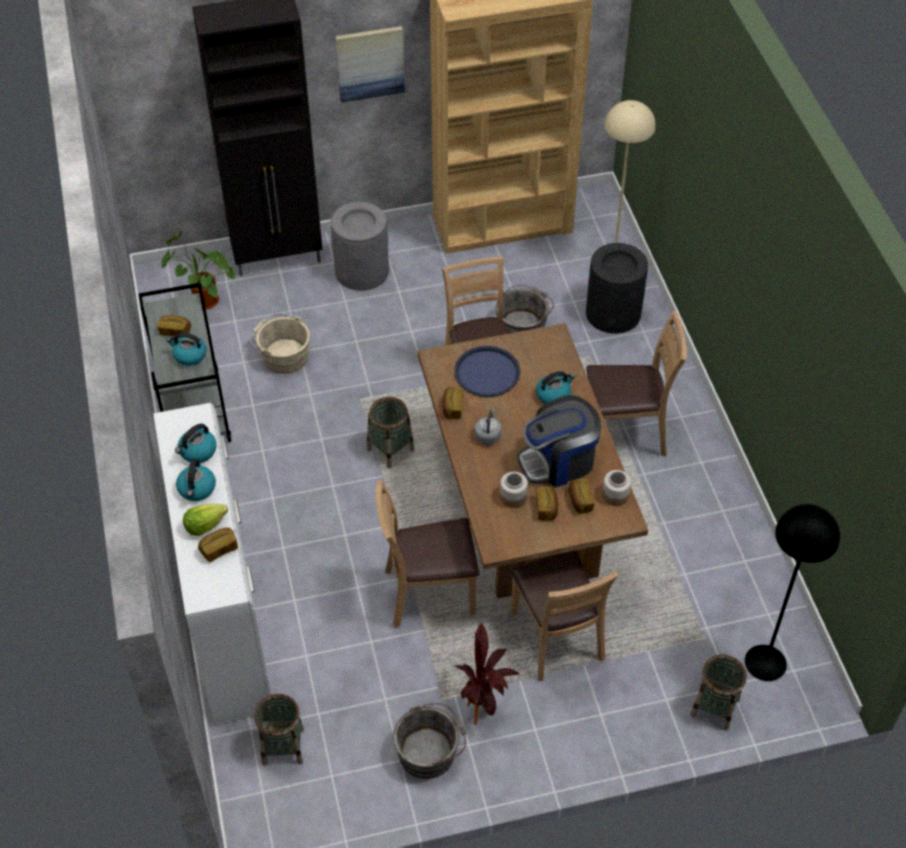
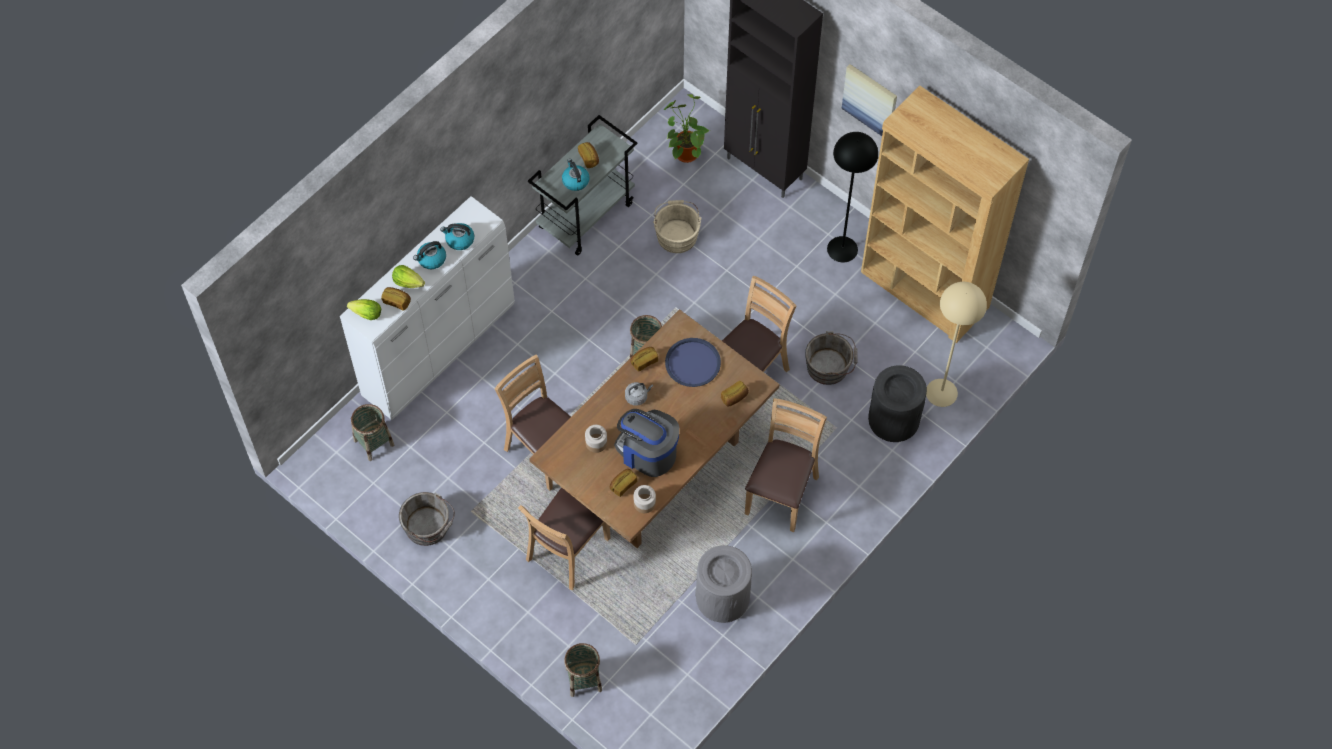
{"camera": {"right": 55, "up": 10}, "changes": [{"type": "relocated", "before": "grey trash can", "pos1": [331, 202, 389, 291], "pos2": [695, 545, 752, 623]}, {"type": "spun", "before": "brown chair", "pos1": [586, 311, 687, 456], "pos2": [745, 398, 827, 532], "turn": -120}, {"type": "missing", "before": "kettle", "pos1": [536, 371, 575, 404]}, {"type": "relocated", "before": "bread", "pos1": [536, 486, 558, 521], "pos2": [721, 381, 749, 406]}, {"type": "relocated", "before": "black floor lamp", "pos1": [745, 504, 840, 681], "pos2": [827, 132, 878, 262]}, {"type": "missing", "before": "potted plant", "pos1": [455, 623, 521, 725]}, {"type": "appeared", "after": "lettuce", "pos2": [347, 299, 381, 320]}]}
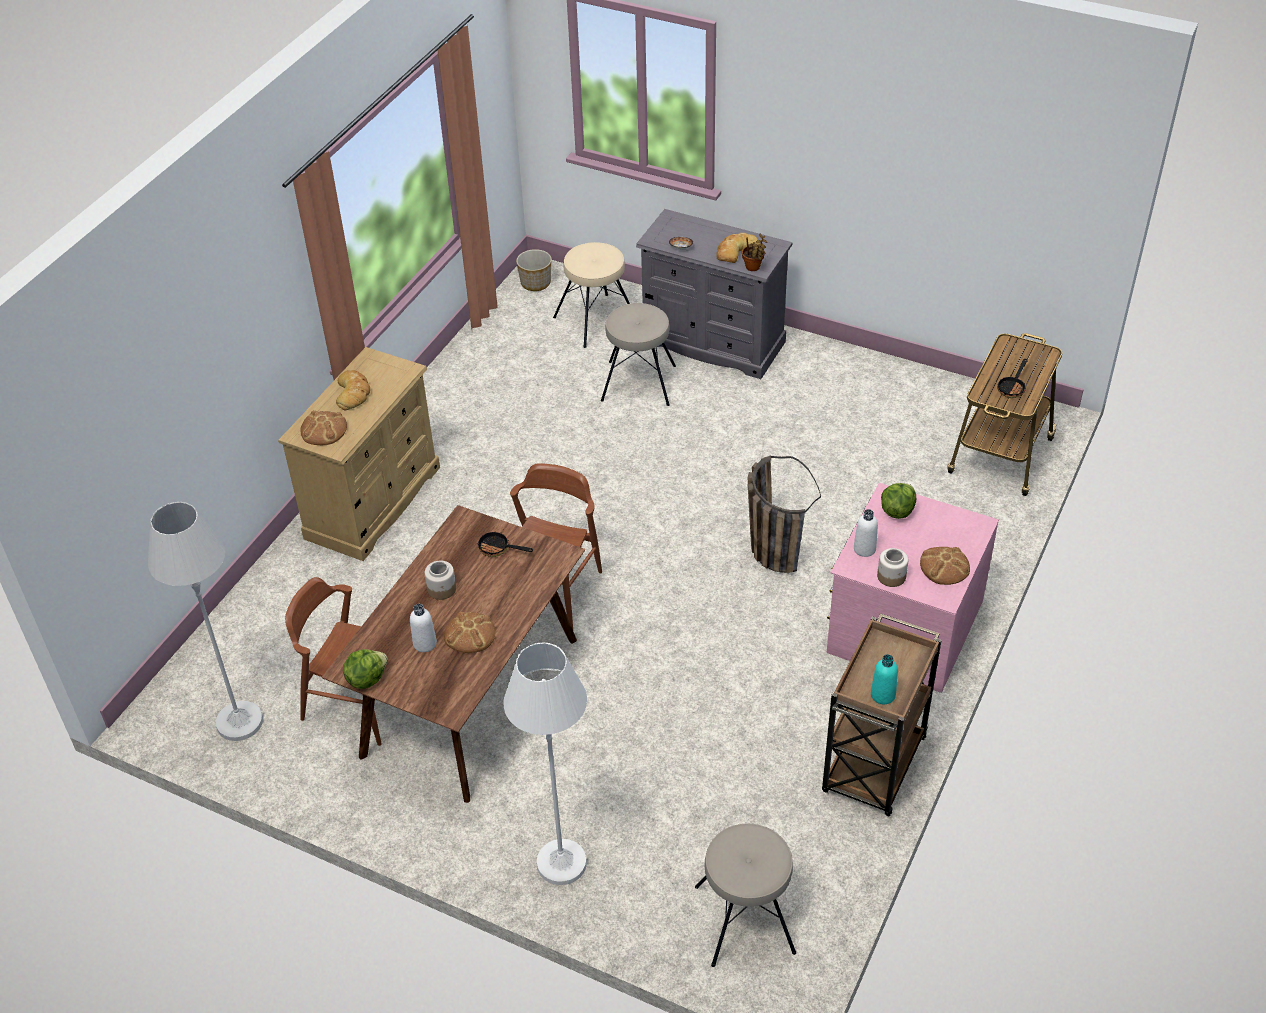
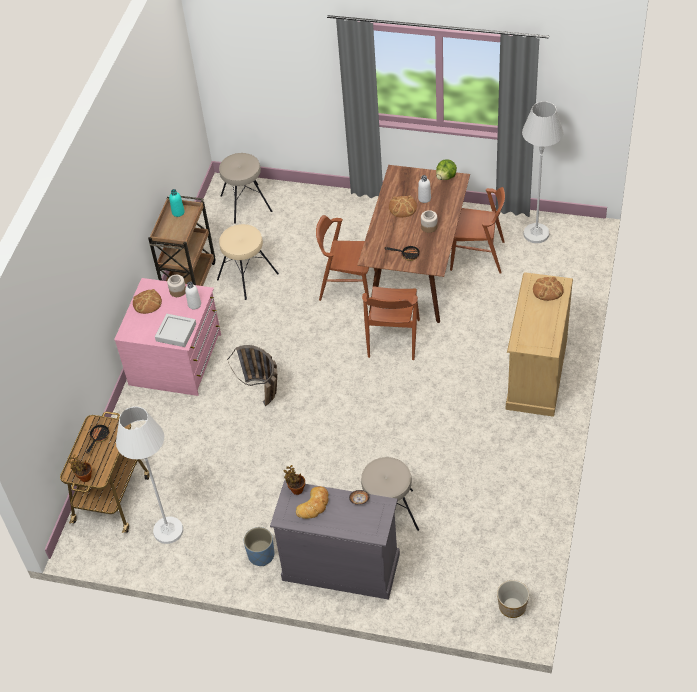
{"camera": {"right": 170, "up": 5}, "changes": [{"type": "relocated", "before": "beige stool", "pos1": [553, 242, 630, 348], "pos2": [217, 224, 279, 300]}, {"type": "missing", "before": "bread", "pos1": [336, 370, 370, 410]}, {"type": "exchanged", "before": "lettuce", "after": "grey tray", "pos1": [881, 483, 916, 519], "pos2": [155, 314, 196, 347]}, {"type": "relocated", "before": "white floor lamp", "pos1": [503, 642, 587, 885], "pos2": [116, 406, 183, 544]}, {"type": "appeared", "after": "brown chair", "pos2": [316, 215, 375, 306]}, {"type": "appeared", "after": "potted plant", "pos2": [68, 454, 92, 482]}, {"type": "appeared", "after": "blue planter", "pos2": [244, 527, 275, 566]}]}
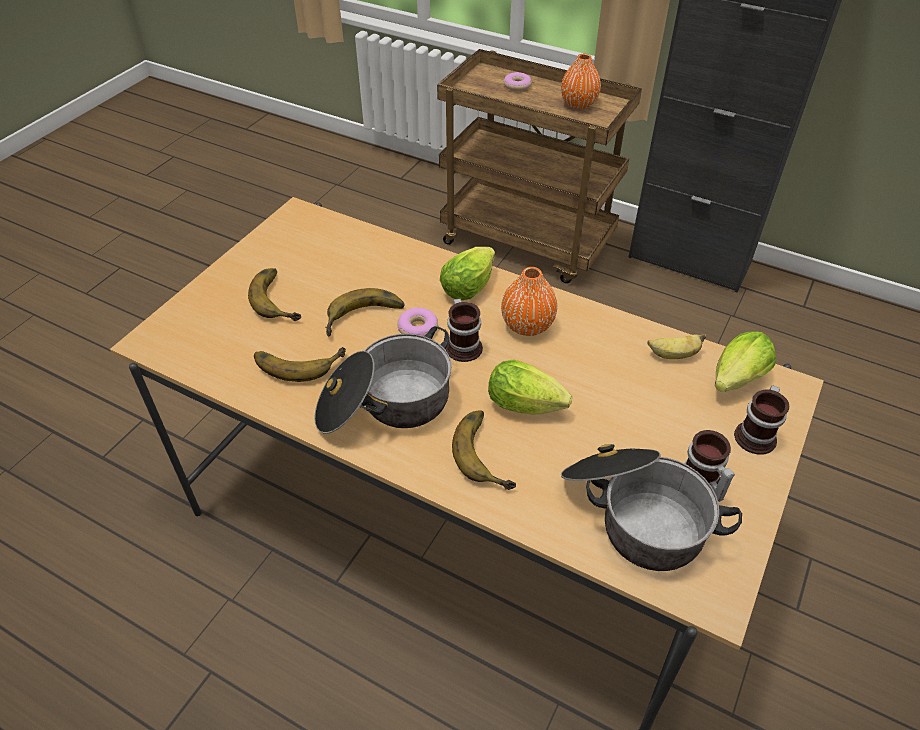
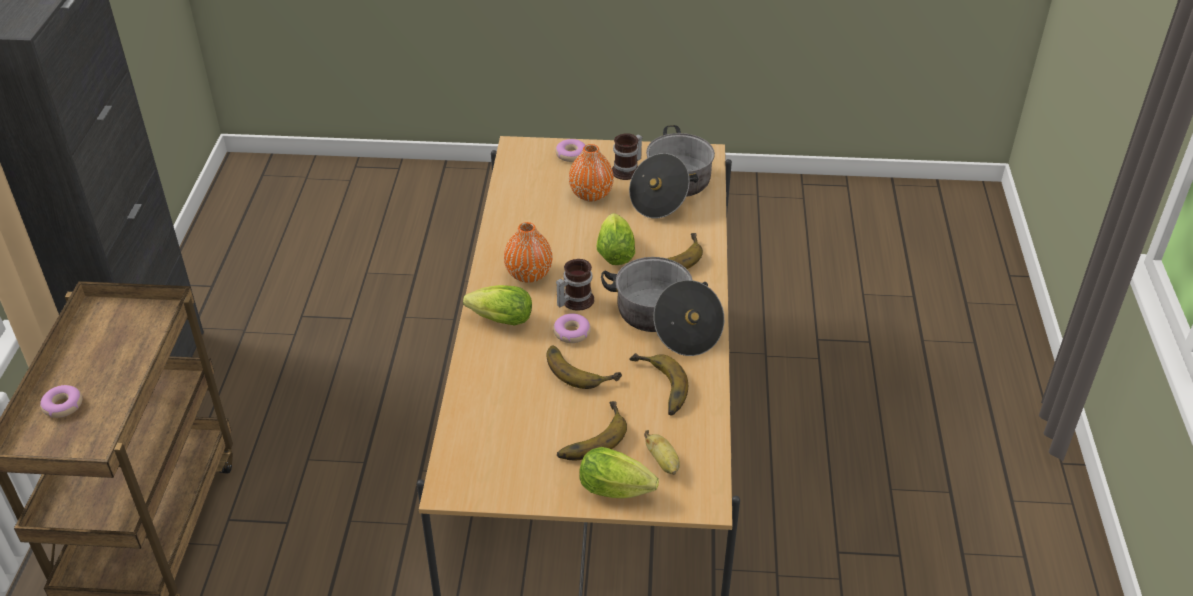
{"camera": {"right": -115, "up": -5}, "changes": [{"type": "relocated", "before": "orange vase", "pos1": [561, 54, 601, 109], "pos2": [569, 144, 614, 202]}, {"type": "relocated", "before": "lettuce", "pos1": [715, 331, 776, 392], "pos2": [579, 447, 659, 498]}, {"type": "relocated", "before": "banana", "pos1": [647, 334, 706, 359], "pos2": [644, 430, 680, 475]}, {"type": "exchanged", "before": "mug", "after": "donut", "pos1": [734, 385, 789, 455], "pos2": [556, 139, 586, 162]}]}
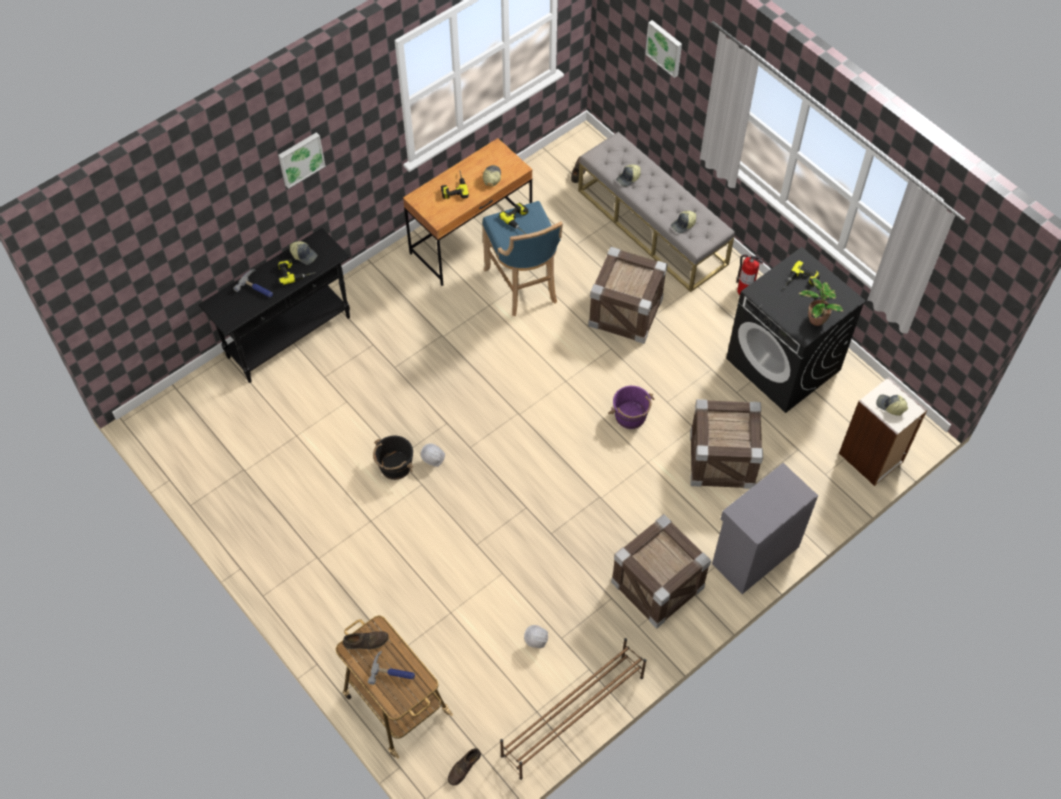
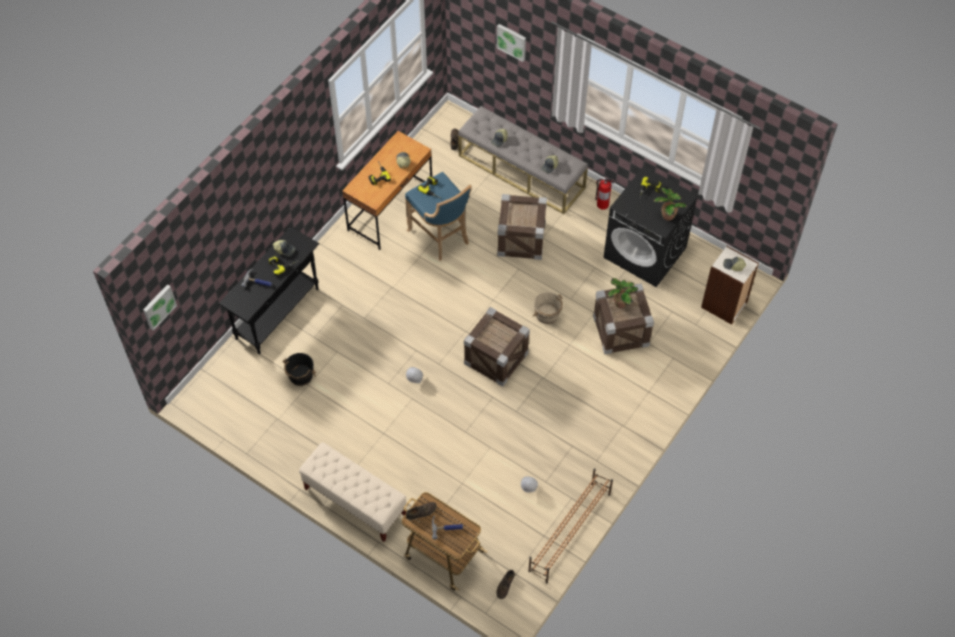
{"camera": {"right": -15, "up": 0}, "changes": [{"type": "relocated", "before": "picture", "pos1": [278, 132, 325, 189], "pos2": [143, 284, 177, 331]}, {"type": "colour", "before": "purple bucket", "after": "beige bucket", "pos1": [608, 386, 654, 429], "pos2": [533, 292, 563, 324]}, {"type": "relocated", "before": "black bucket", "pos1": [373, 436, 414, 480], "pos2": [282, 353, 316, 386]}, {"type": "missing", "before": "grey cabinet", "pos1": [712, 463, 818, 594]}, {"type": "relocated", "before": "crate", "pos1": [611, 514, 711, 629], "pos2": [464, 307, 530, 387]}, {"type": "appeared", "after": "potted plant", "pos2": [607, 278, 638, 308]}, {"type": "appeared", "after": "beige bench", "pos2": [299, 442, 407, 542]}]}
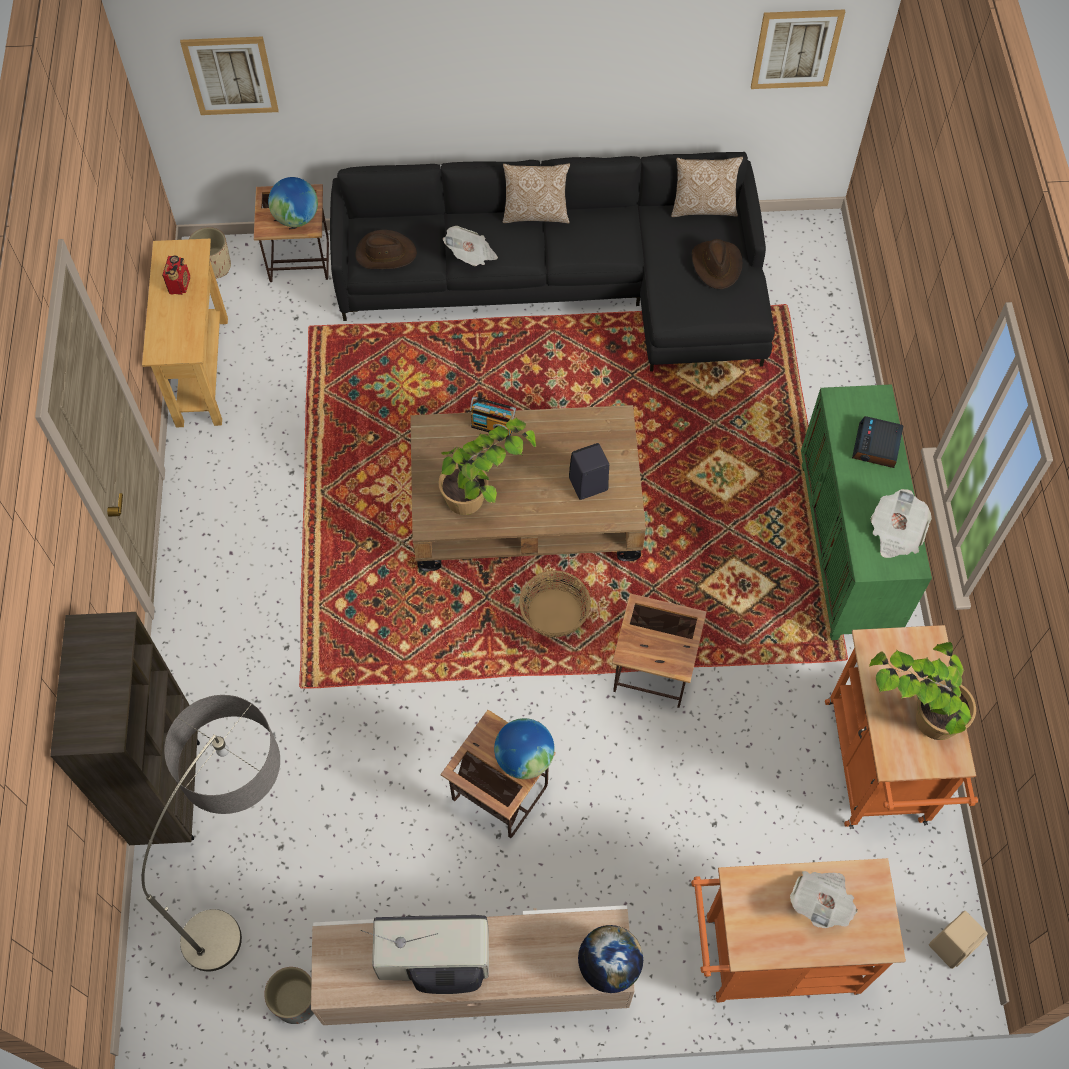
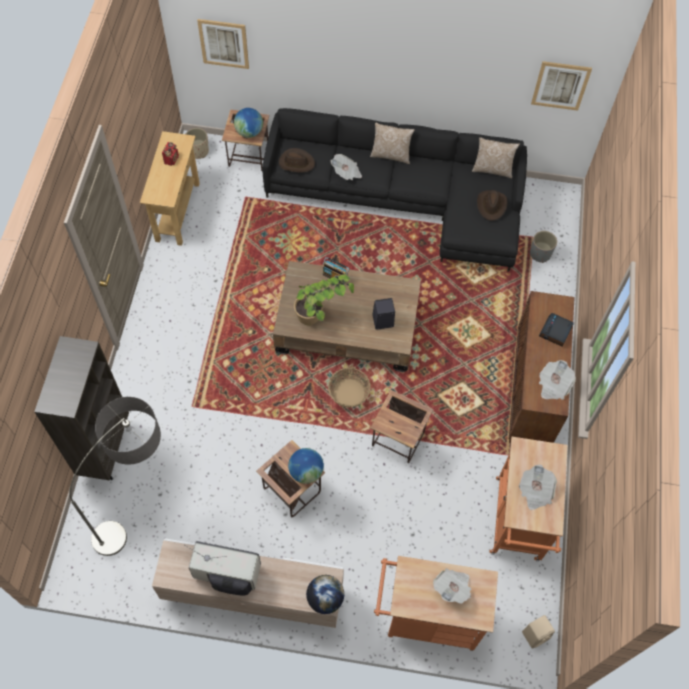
{"camera": {"right": 10, "up": 0}, "changes": [{"type": "colour", "before": "green cabinet", "after": "brown cabinet", "pos1": [801, 384, 932, 640], "pos2": [509, 291, 575, 443]}, {"type": "exchanged", "before": "potted plant", "after": "newspaper", "pos1": [869, 642, 976, 740], "pos2": [519, 465, 557, 510]}, {"type": "relocated", "before": "grey planter", "pos1": [264, 967, 314, 1024], "pos2": [530, 231, 557, 263]}]}
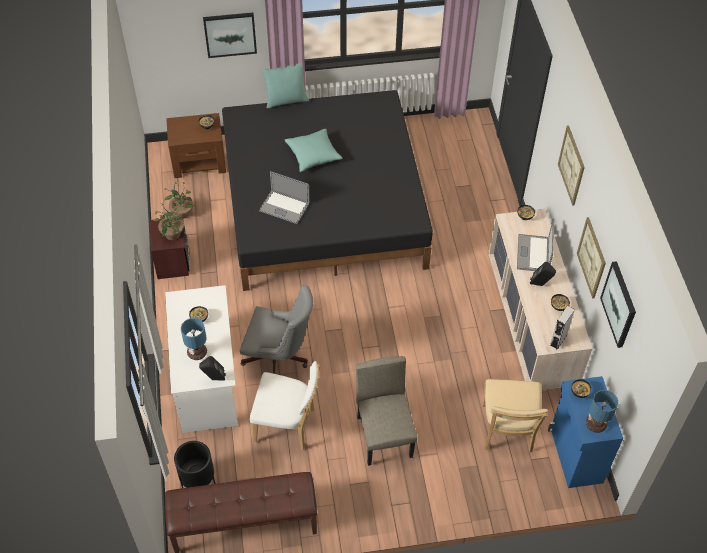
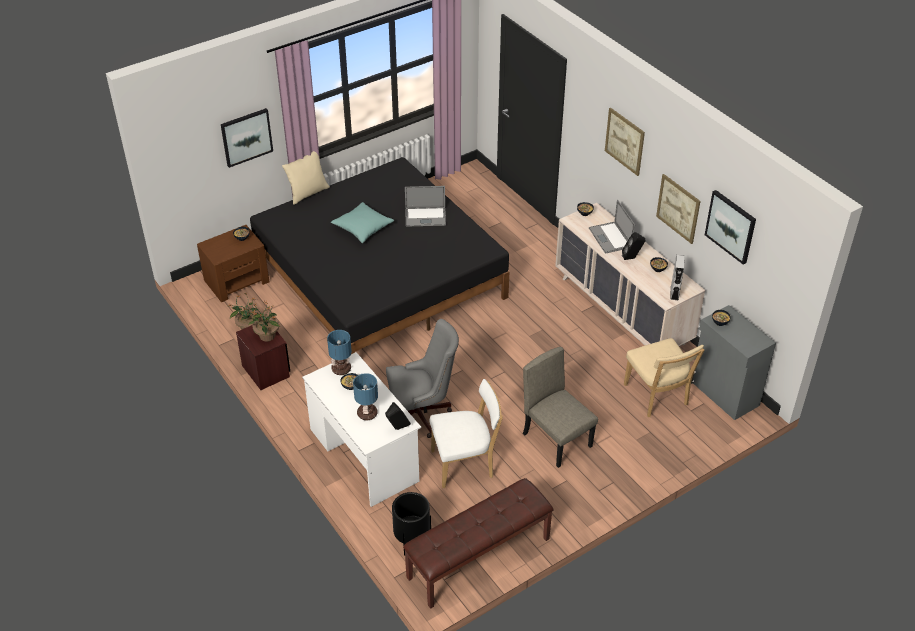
{"camera": {"right": -25, "up": -10}, "changes": [{"type": "colour", "before": "turquoise pillow", "after": "beige pillow", "pos1": [262, 63, 309, 108], "pos2": [282, 151, 330, 205]}, {"type": "relocated", "before": "laptop", "pos1": [259, 171, 309, 224], "pos2": [405, 186, 446, 227]}, {"type": "colour", "before": "blue cabinet", "after": "grey cabinet", "pos1": [548, 376, 623, 488], "pos2": [691, 305, 776, 420]}, {"type": "relocated", "before": "table lamp", "pos1": [586, 390, 618, 433], "pos2": [327, 330, 352, 375]}]}
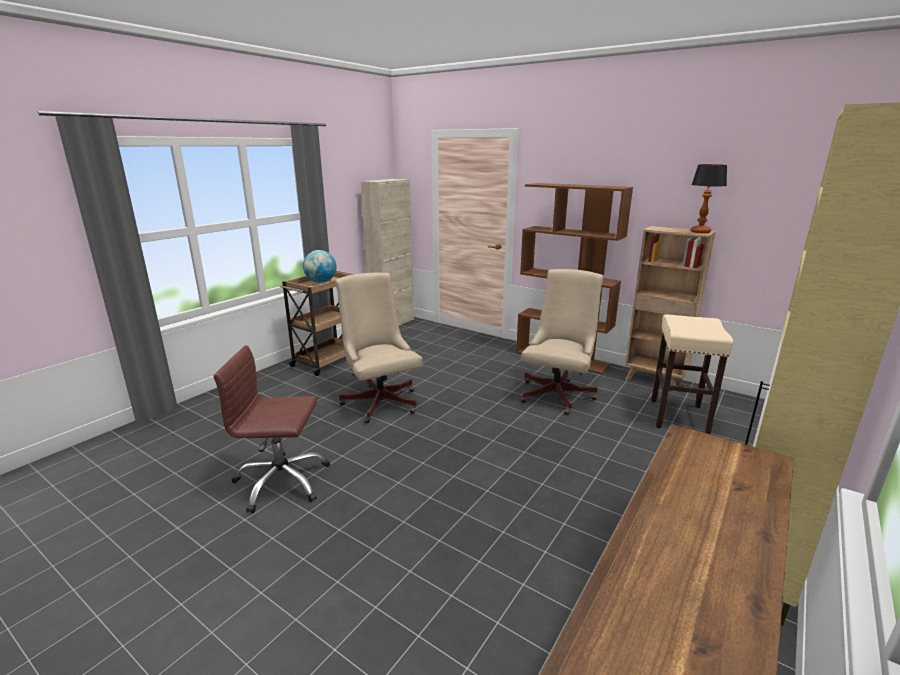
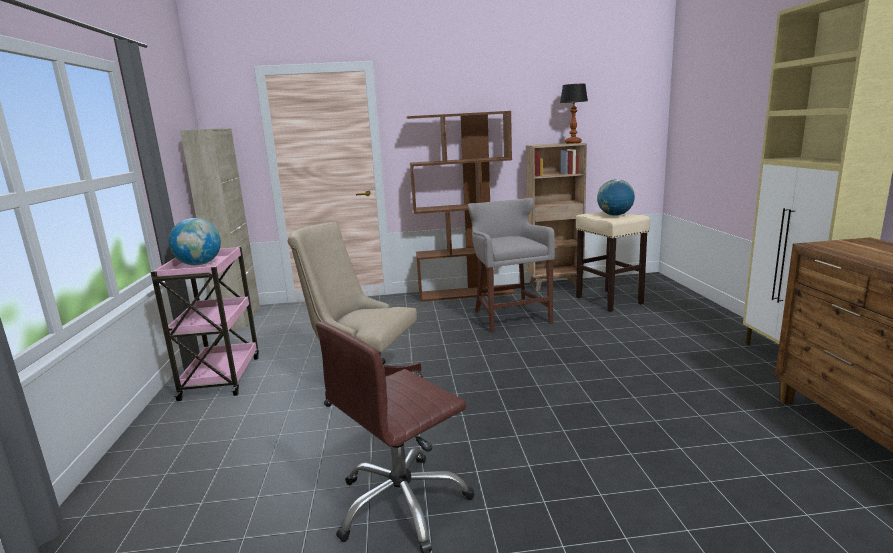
{"camera": {"right": -40, "up": -5}, "changes": [{"type": "exchanged", "before": "beige office chair", "after": "grey stool", "pos1": [521, 269, 604, 415], "pos2": [468, 198, 555, 333]}, {"type": "colour", "before": "brown cart", "after": "pink cart", "pos1": [279, 271, 354, 376], "pos2": [151, 246, 259, 401]}, {"type": "appeared", "after": "globe", "pos2": [597, 179, 635, 216]}]}
